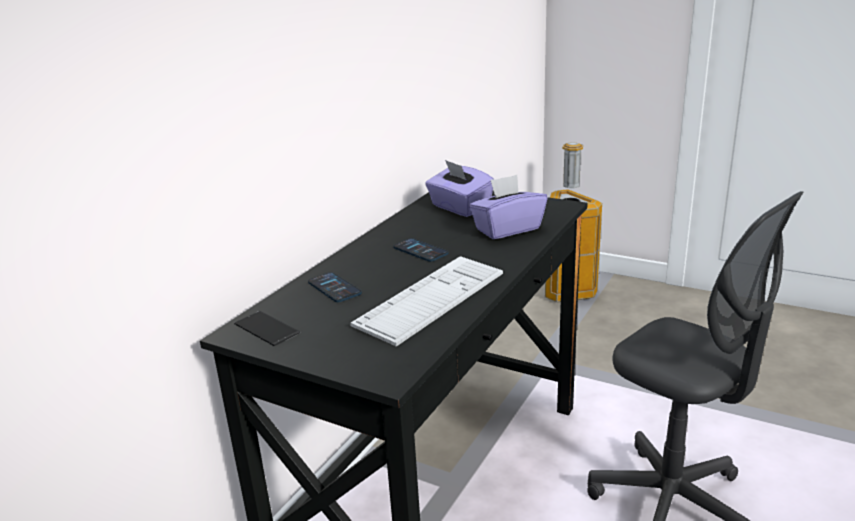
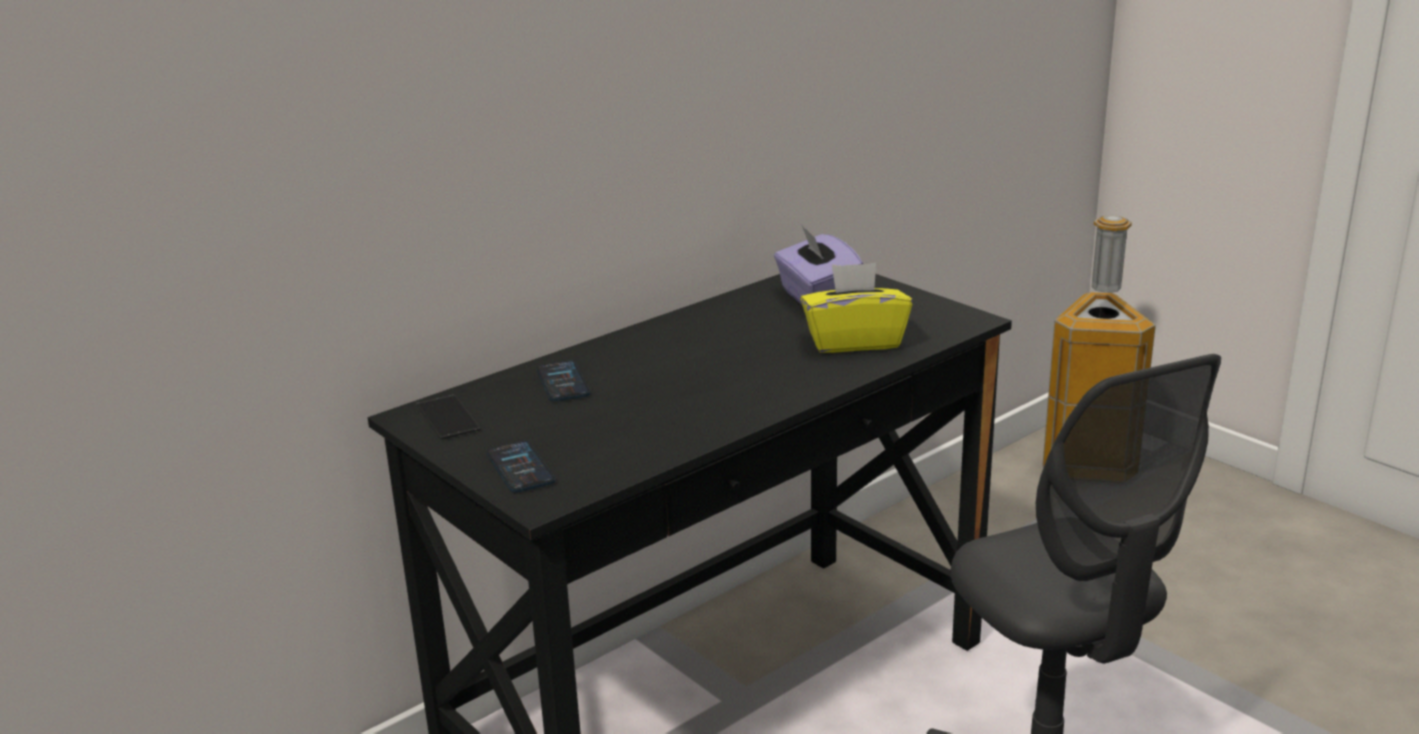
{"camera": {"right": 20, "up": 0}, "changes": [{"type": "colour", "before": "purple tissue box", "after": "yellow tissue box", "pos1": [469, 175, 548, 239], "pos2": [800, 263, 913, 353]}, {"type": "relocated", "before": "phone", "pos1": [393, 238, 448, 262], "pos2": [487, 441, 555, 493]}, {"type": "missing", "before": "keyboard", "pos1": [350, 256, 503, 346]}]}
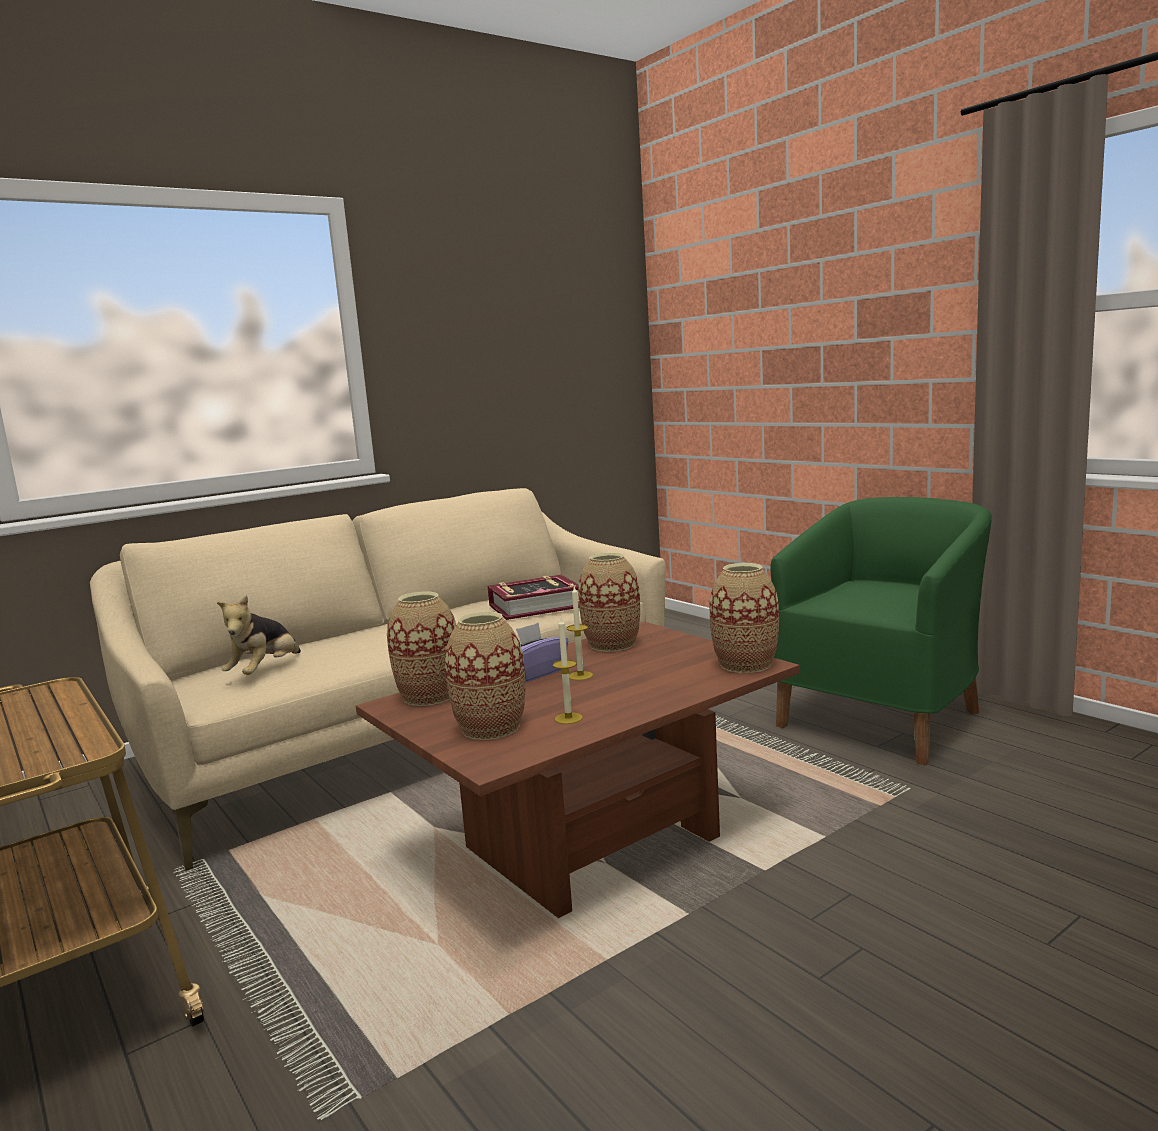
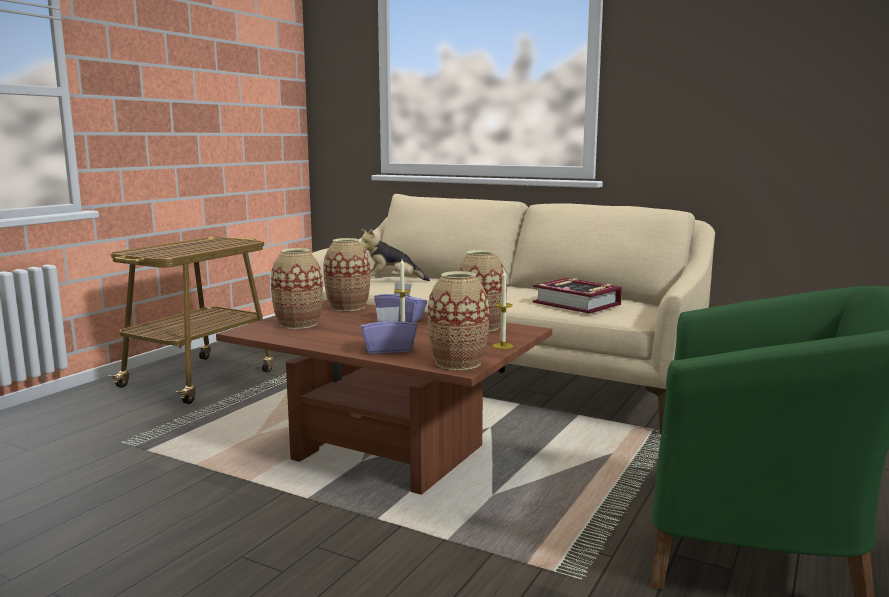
{"camera": {"right": 65, "up": 0}, "changes": [{"type": "relocated", "before": "candle", "pos1": [553, 618, 583, 724], "pos2": [493, 271, 513, 349]}, {"type": "appeared", "after": "purple tissue box", "pos2": [360, 307, 417, 354]}]}
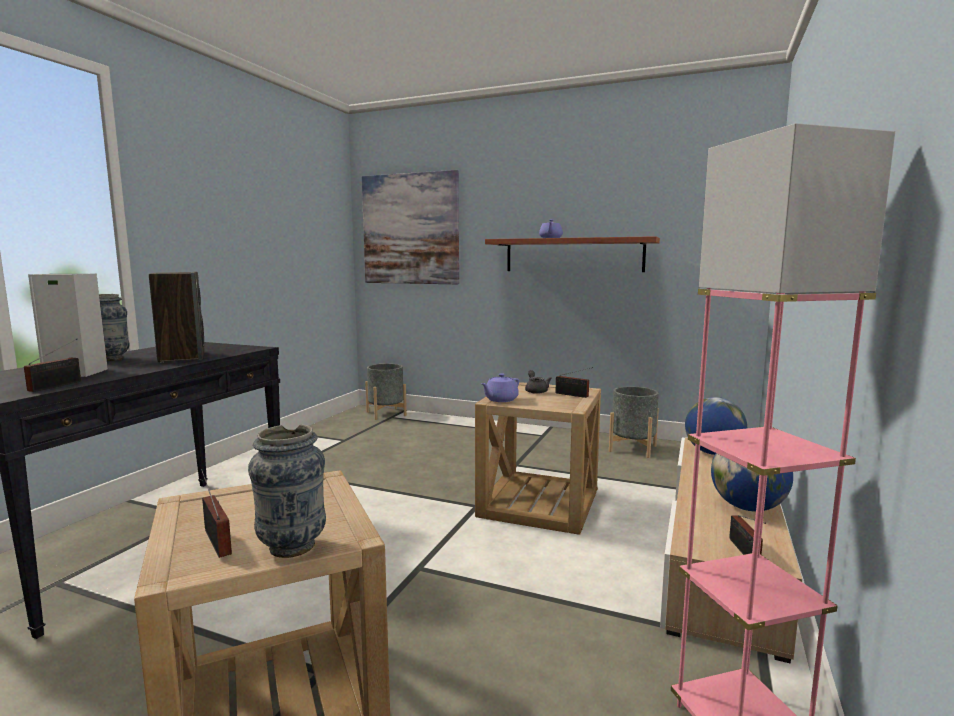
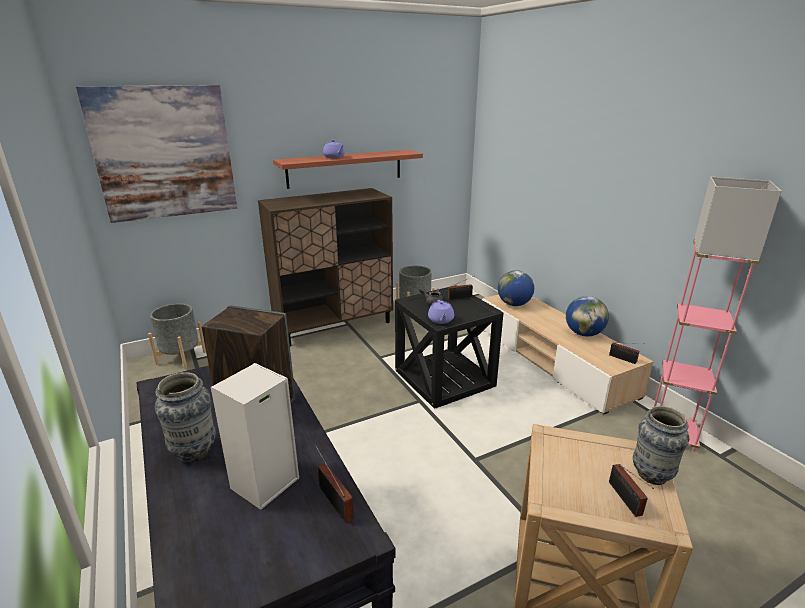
{"camera": {"right": -50, "up": 15}, "changes": [{"type": "colour", "before": "beige side table", "after": "black side table", "pos1": [475, 382, 601, 535], "pos2": [395, 285, 503, 409]}, {"type": "spun", "before": "radio", "pos1": [201, 469, 232, 558], "pos2": [609, 464, 654, 517], "turn": -105}, {"type": "appeared", "after": "brown cabinet", "pos2": [258, 188, 393, 346]}]}
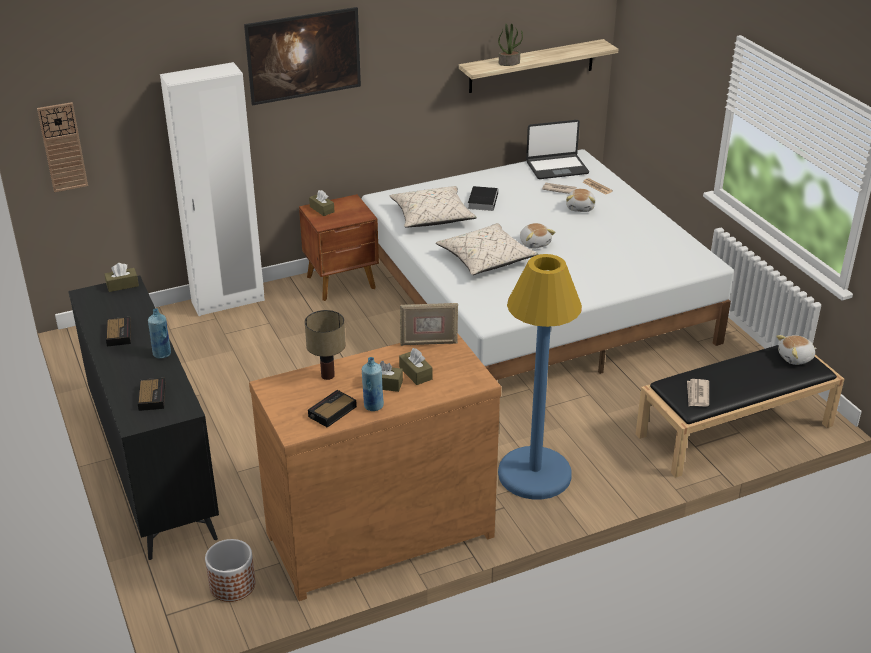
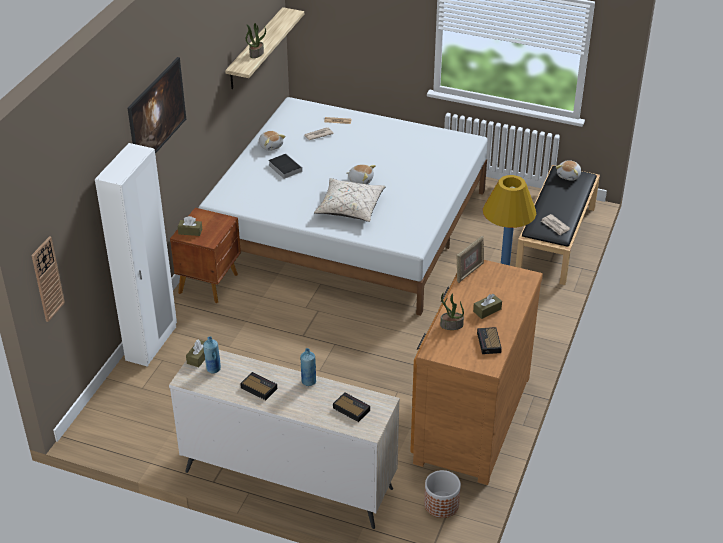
{"camera": {"right": -45, "up": 5}, "changes": [{"type": "missing", "before": "laptop", "pos1": [526, 120, 589, 179]}, {"type": "missing", "before": "beige pillow", "pos1": [390, 186, 477, 228]}, {"type": "relocated", "before": "plush toy", "pos1": [566, 189, 595, 212], "pos2": [259, 131, 286, 151]}, {"type": "colour", "before": "black dresser", "after": "beige dresser", "pos1": [68, 276, 219, 560], "pos2": [169, 350, 400, 529]}, {"type": "exchanged", "before": "table lamp", "after": "potted plant", "pos1": [305, 310, 346, 380], "pos2": [440, 293, 464, 330]}, {"type": "missing", "before": "brown tissue box", "pos1": [399, 348, 433, 385]}, {"type": "relocated", "before": "blue bottle", "pos1": [362, 357, 384, 411], "pos2": [203, 336, 221, 373]}]}
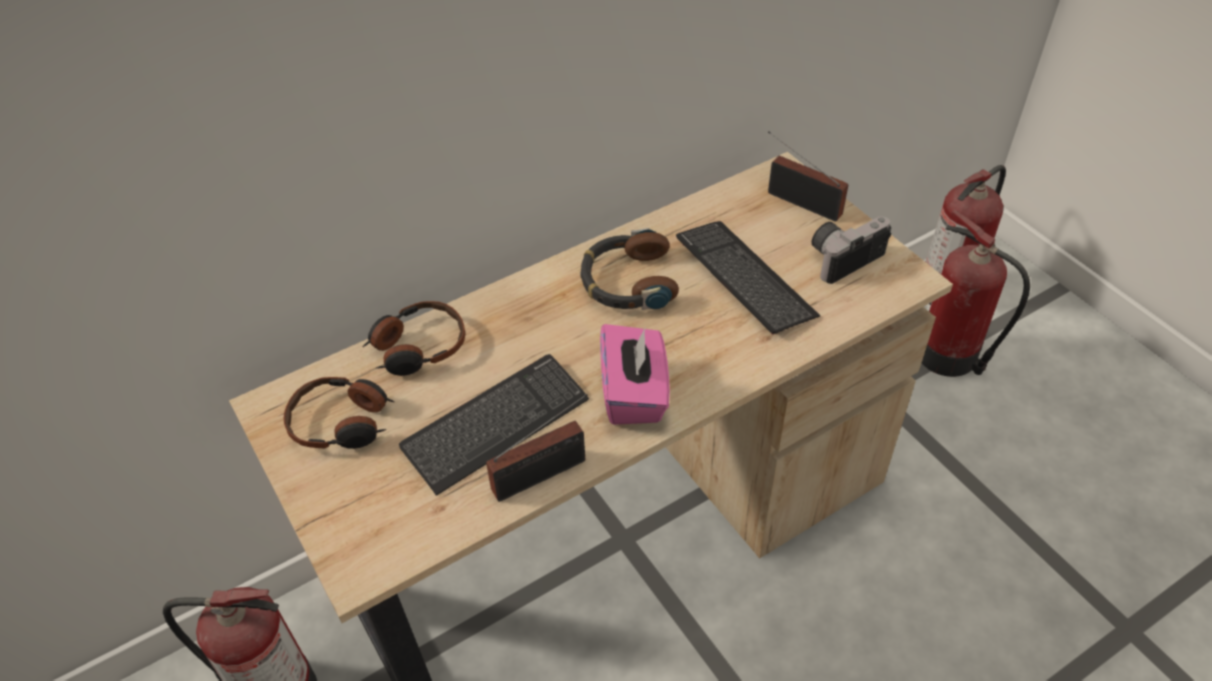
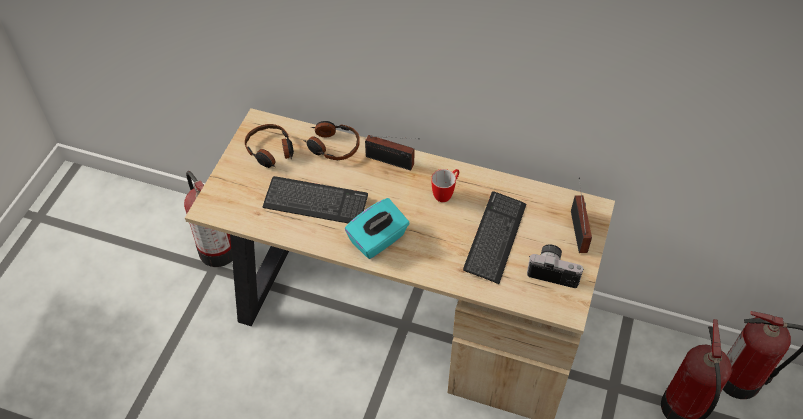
{"camera": {"right": 50, "up": 5}, "changes": [{"type": "exchanged", "before": "headphones", "after": "mug", "pos1": [580, 228, 679, 310], "pos2": [431, 169, 459, 202]}, {"type": "colour", "before": "pink tissue box", "after": "turquoise tissue box", "pos1": [600, 324, 670, 425], "pos2": [345, 198, 409, 259]}, {"type": "relocated", "before": "radio", "pos1": [486, 394, 587, 502], "pos2": [365, 135, 420, 170]}]}
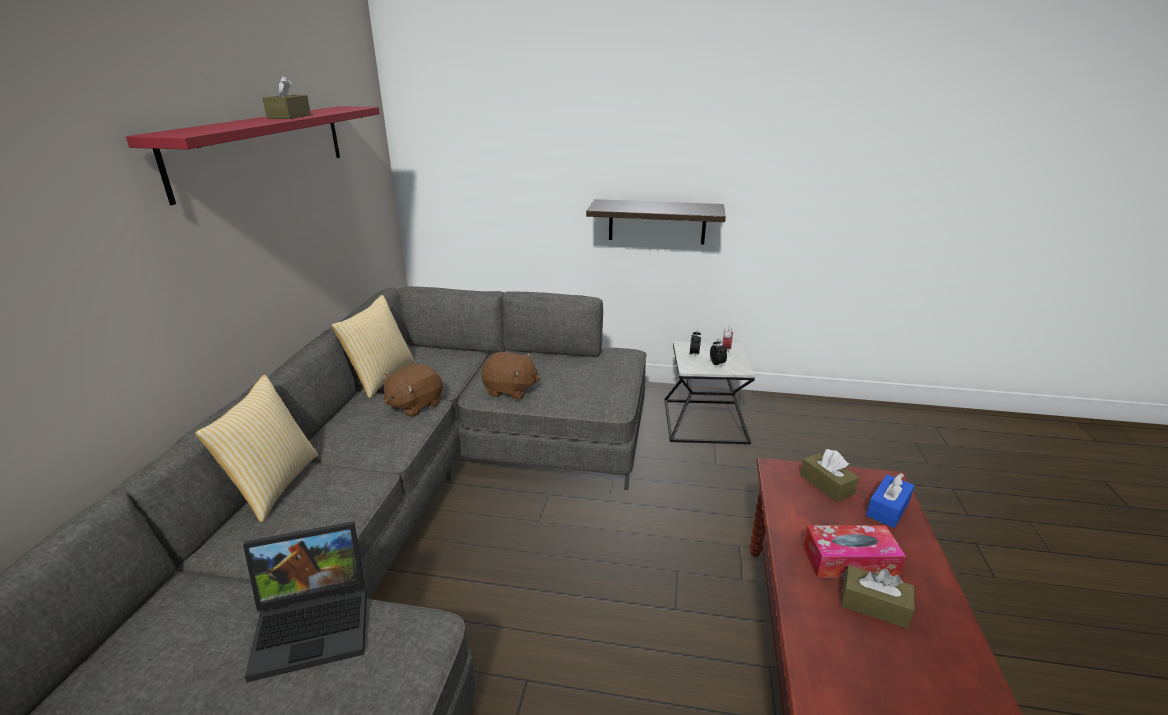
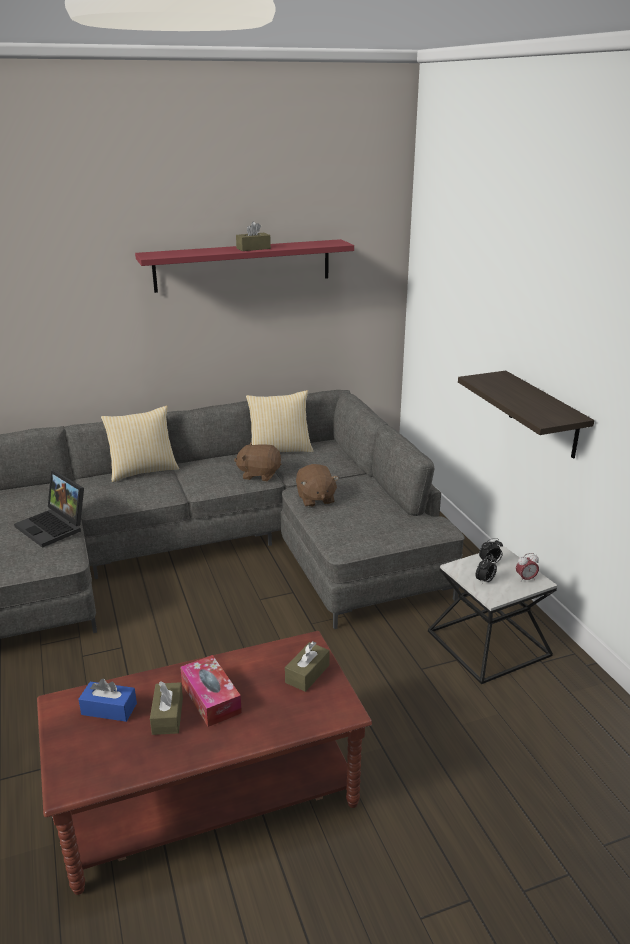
{"camera": {"right": 60, "up": 0}, "changes": [{"type": "relocated", "before": "blue tissue box", "pos1": [866, 473, 915, 528], "pos2": [78, 679, 137, 722]}]}
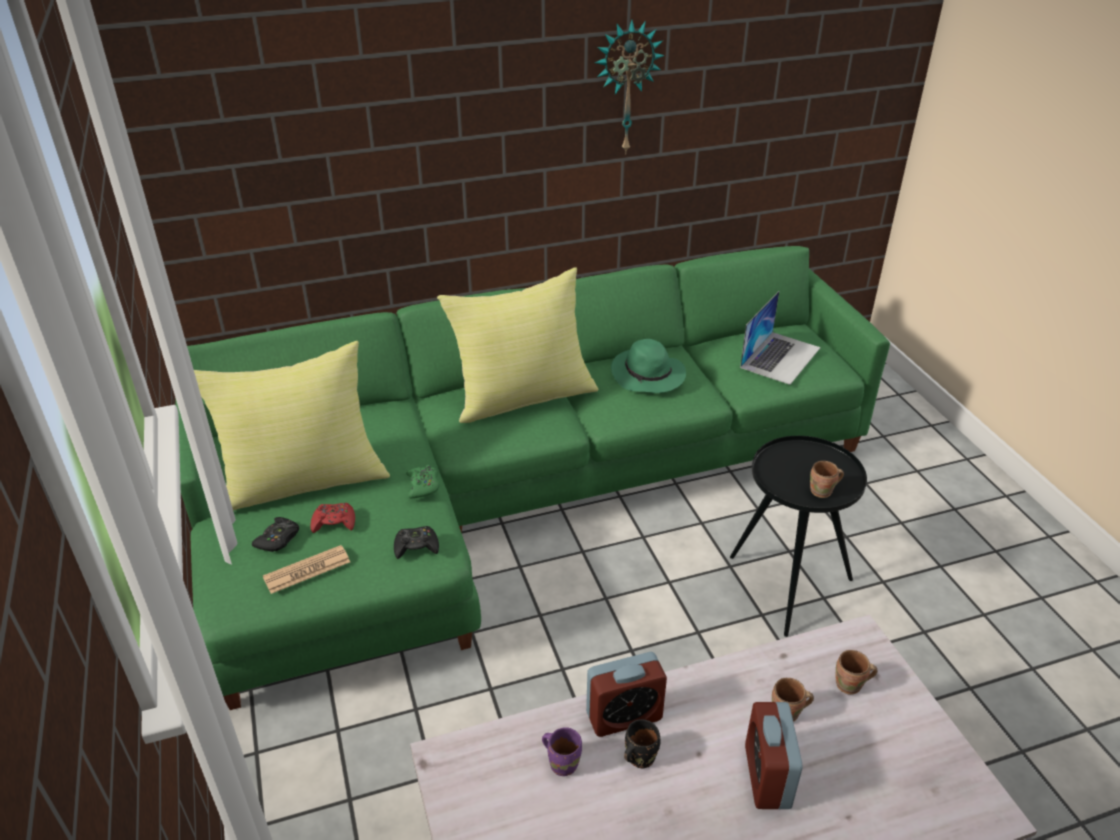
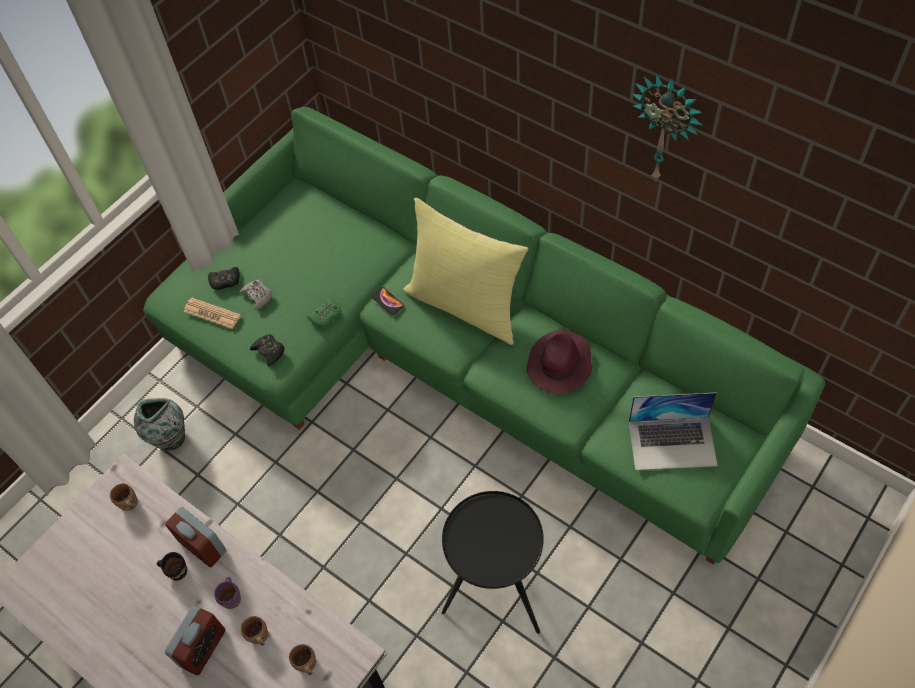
{"camera": {"right": 60, "up": 20}, "changes": [{"type": "colour", "before": "green hat", "after": "purple hat", "pos1": [611, 339, 686, 393], "pos2": [526, 330, 592, 394]}, {"type": "missing", "before": "yellow pillow", "pos1": [194, 341, 390, 511]}, {"type": "relocated", "before": "brown mug", "pos1": [810, 461, 844, 498], "pos2": [110, 483, 138, 511]}, {"type": "colour", "before": "red game controller", "after": "grey game controller", "pos1": [310, 503, 355, 533], "pos2": [240, 280, 272, 310]}, {"type": "spun", "before": "alarm clock", "pos1": [745, 702, 803, 809], "pos2": [165, 606, 225, 675], "turn": 150}, {"type": "relocated", "before": "purple mug", "pos1": [542, 727, 582, 776], "pos2": [214, 577, 241, 609]}, {"type": "appeared", "after": "phone", "pos2": [371, 287, 404, 315]}, {"type": "appeared", "after": "vase", "pos2": [134, 398, 185, 451]}]}
